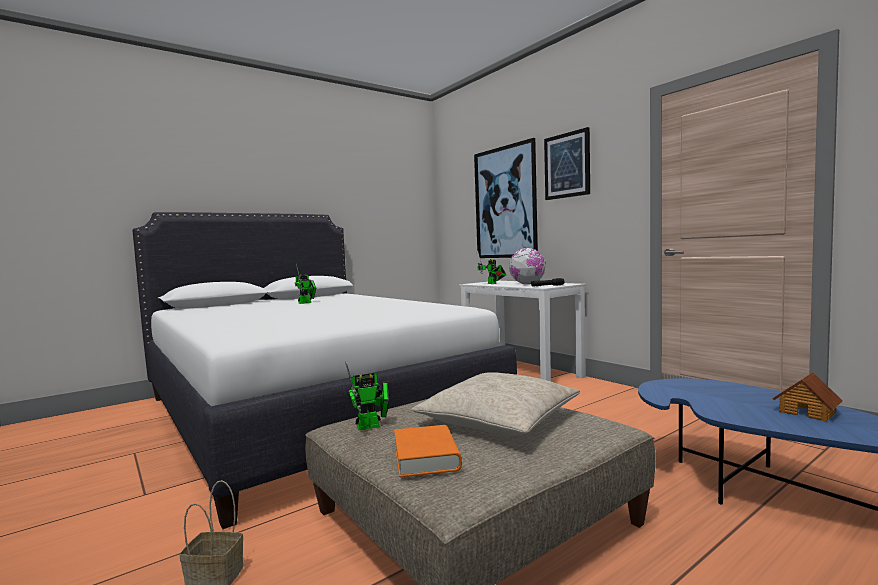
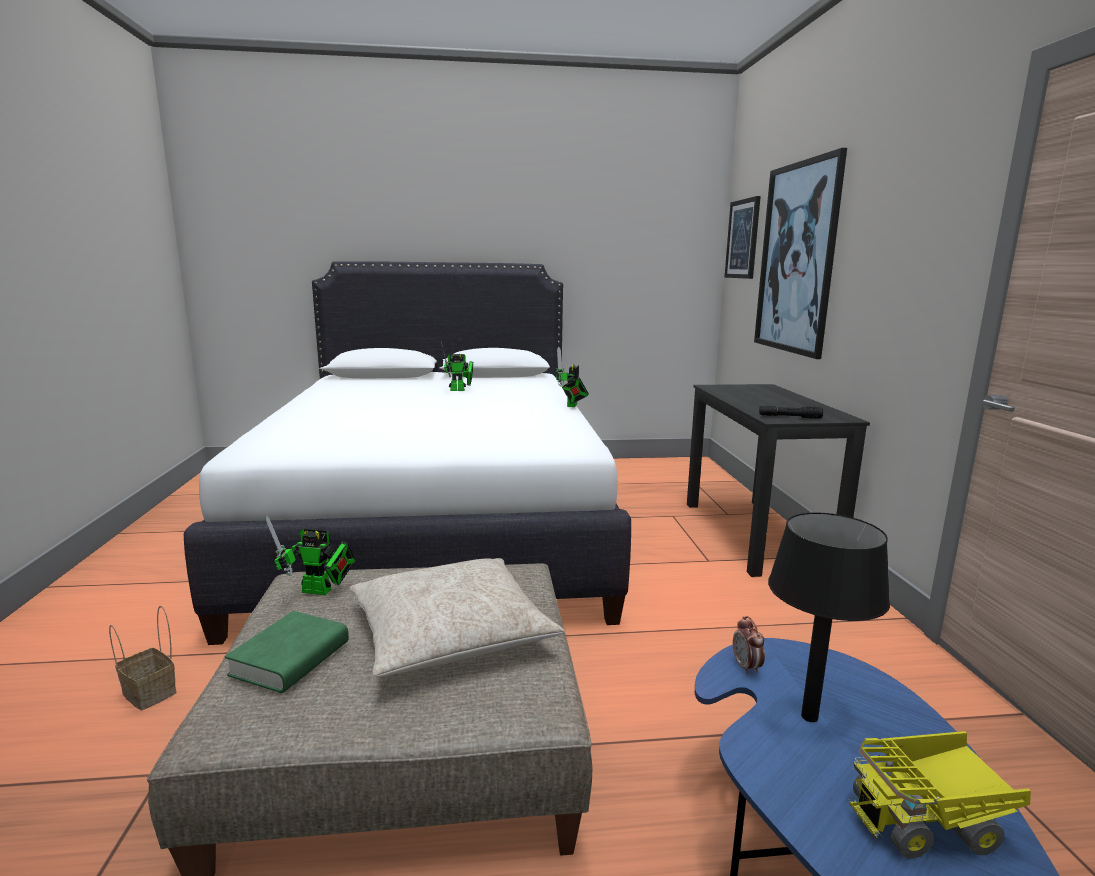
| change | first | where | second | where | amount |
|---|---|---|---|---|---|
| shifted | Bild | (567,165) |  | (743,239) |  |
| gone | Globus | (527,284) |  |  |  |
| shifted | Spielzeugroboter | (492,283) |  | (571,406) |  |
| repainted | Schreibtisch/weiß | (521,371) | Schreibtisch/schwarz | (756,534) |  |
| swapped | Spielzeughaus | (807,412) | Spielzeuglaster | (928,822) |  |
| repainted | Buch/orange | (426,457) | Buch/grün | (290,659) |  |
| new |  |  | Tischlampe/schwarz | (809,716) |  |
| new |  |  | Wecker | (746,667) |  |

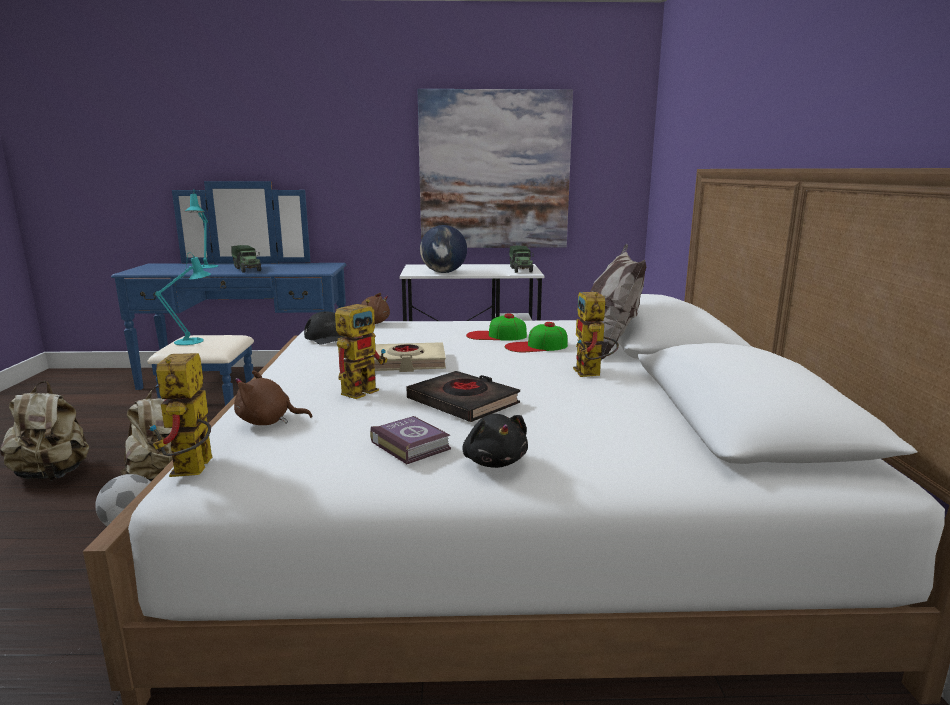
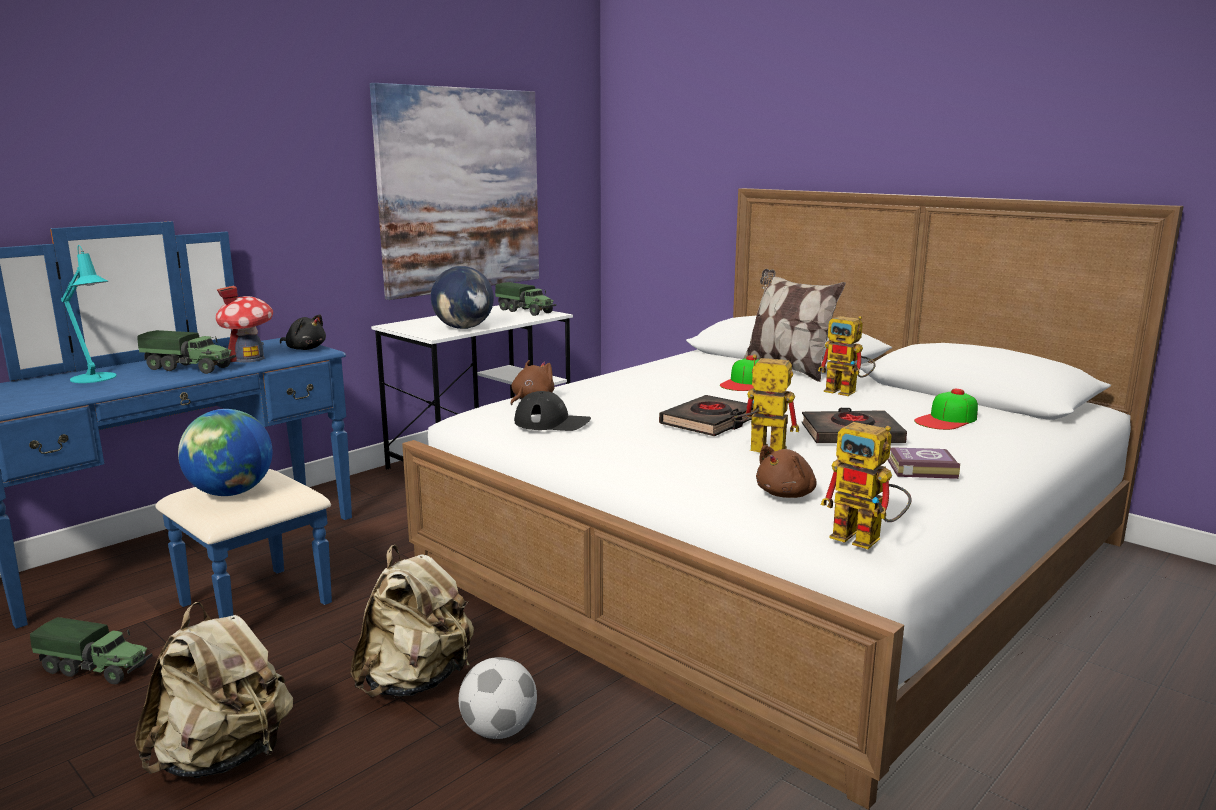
| change | first | where | second | where | amount |
|---|---|---|---|---|---|
| swapped | Tischlampe/türkis | (193,341) | Globus | (231,493) |  |
| rotated | Spielzeugroboter | (363,389) |  | (759,450) | 60 degrees counterclockwise |
| shifted | Kappe | (496,336) |  | (947,419) |  |
| repainted | Buch/beige | (406,363) | Buch/schwarz | (709,422) |  |
| shifted | Plüschtier/schwarz | (494,461) |  | (305,349) |  |
| new |  |  | Spielzeughaus | (249,359) |  |
| new |  |  | Spielzeuglaster | (96,669) |  |

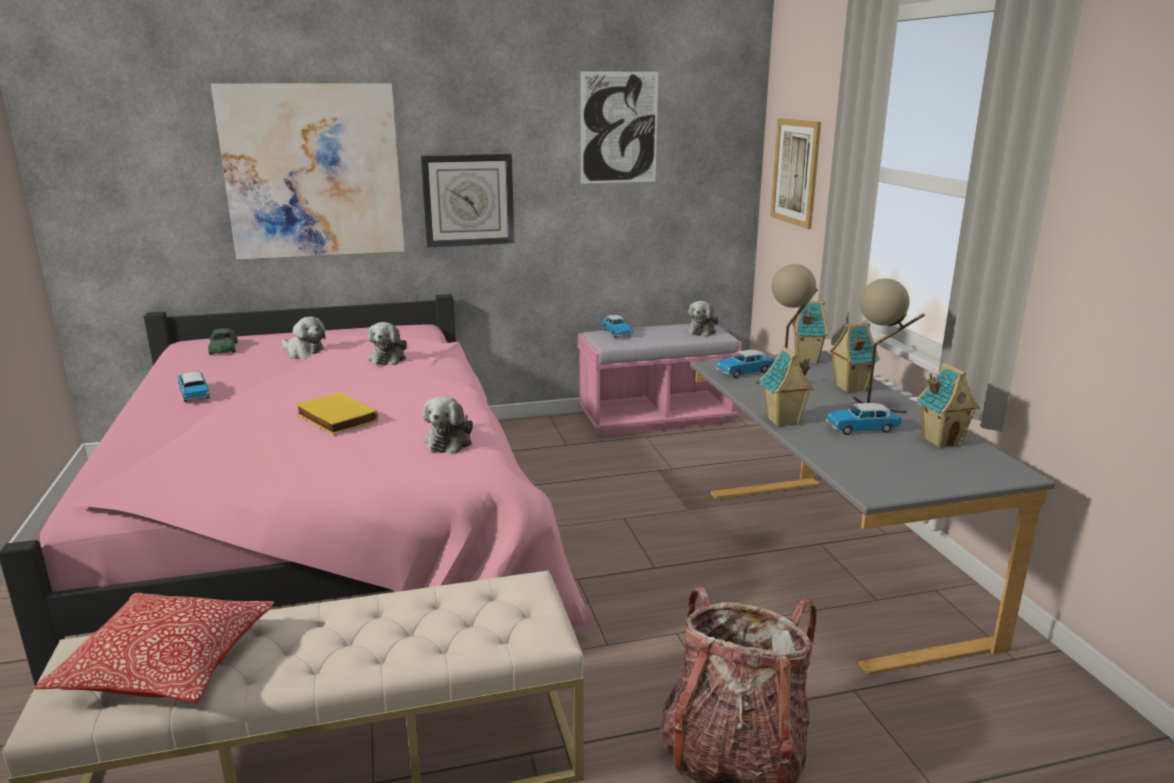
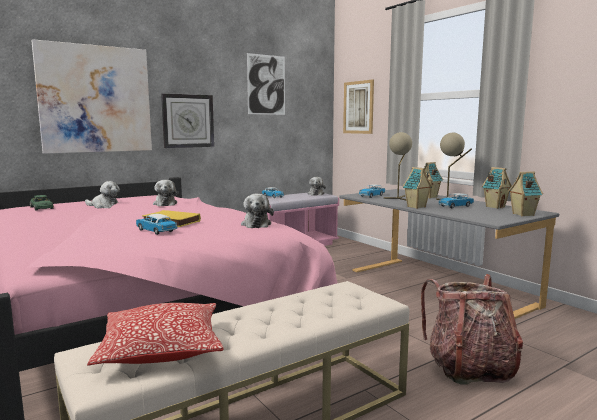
| change | first | where | second | where | amount |
|---|---|---|---|---|---|
| shifted | Spielzeughaus | (805,359) |  | (522,214) |  |
| shifted | Spielzeugauto | (194,394) |  | (156,231) |  |

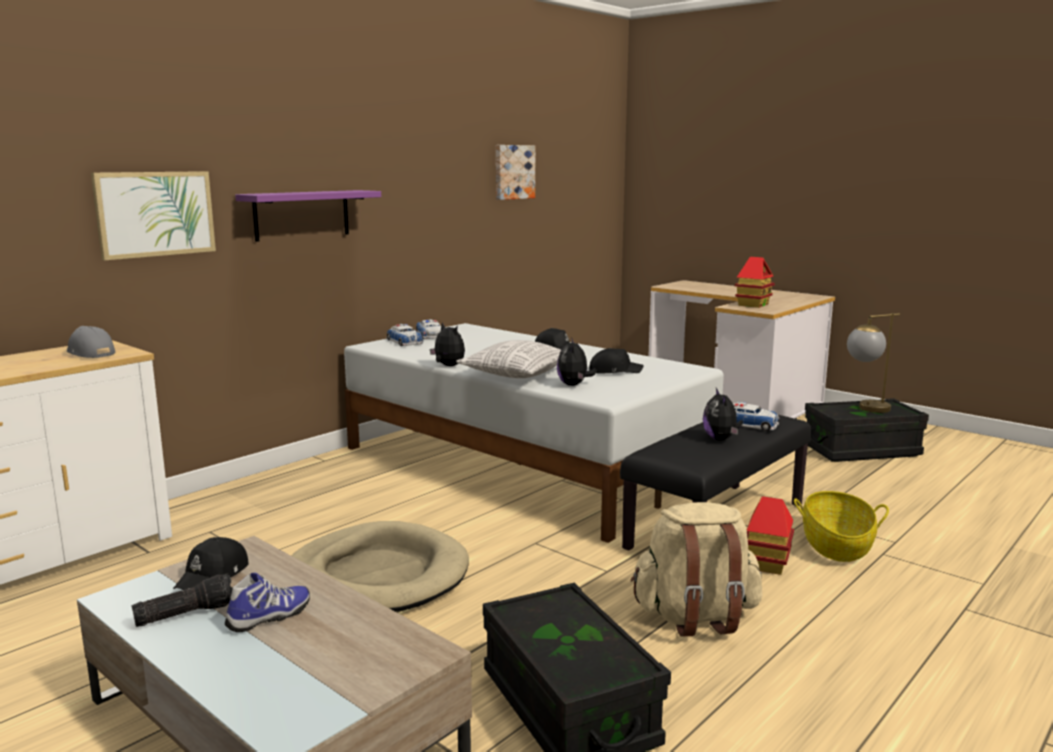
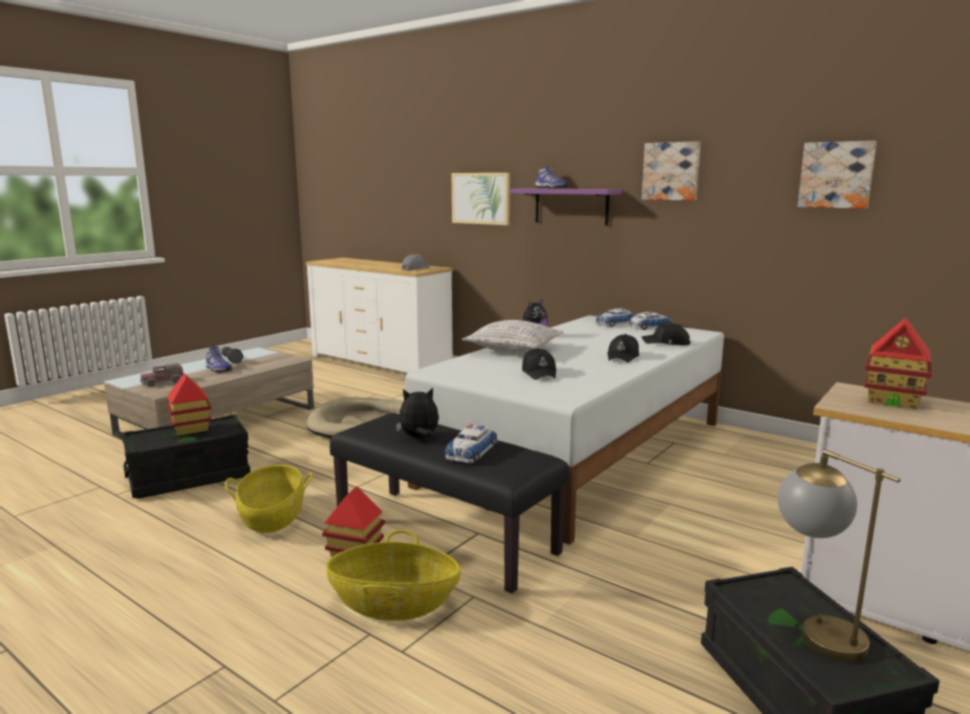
| change | first | where | second | where | amount |
|---|---|---|---|---|---|
| gone | Plüschtier | (574,385) |  |  |  |
| swapped | Rucksack/beige | (695,617) | Korb | (272,517) |  |
| shifted | Kappe/schwarz | (213,576) |  | (666,343) |  |
| new |  |  | Bild | (671,171) |  |
| new |  |  | Schuh | (550,188) |  |
| new |  |  | Spielzeuglaster | (163,382) |  |
| new |  |  | Spielzeughaus | (191,429) |  |

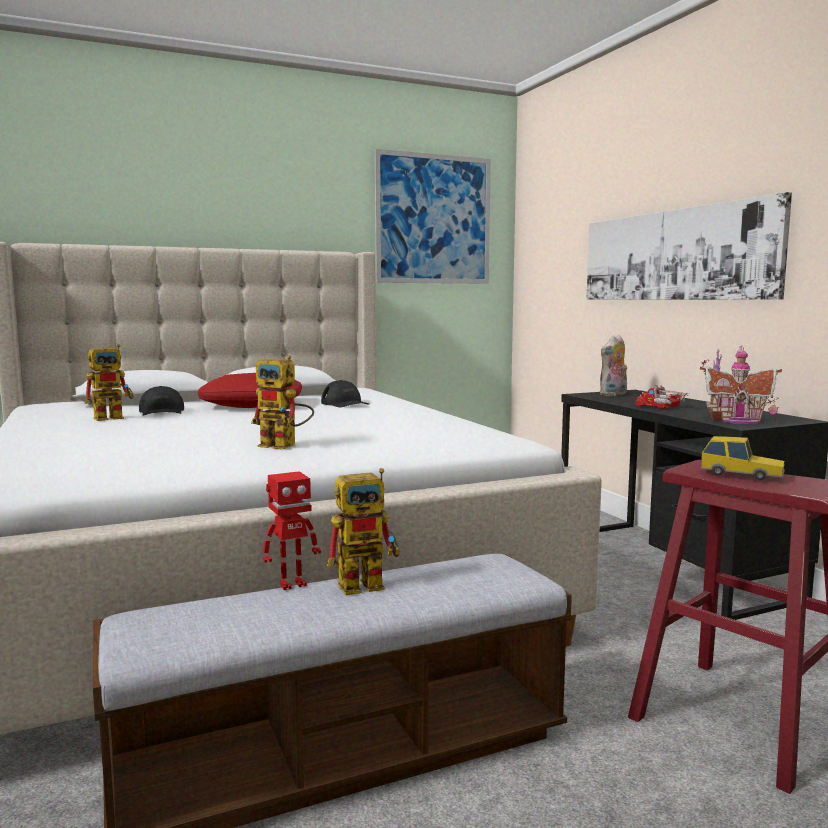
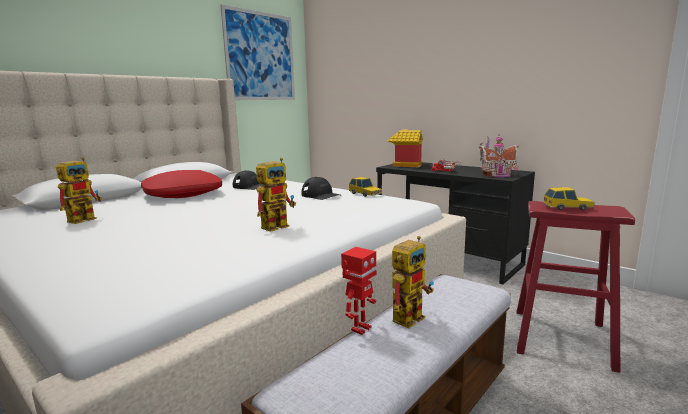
| change | first | where | second | where | amount |
|---|---|---|---|---|---|
| gone | Bild | (674,255) |  |  |  |
| swapped | Plüschtier | (613,394) | Spielzeughaus | (404,165) |  |
| rotated | Spielzeugroboter | (285,446) |  | (278,225) | 45 degrees counterclockwise |
| shifted | Kappe/schwarz | (162,411) |  | (321,195) |  |
| new |  |  | Spielzeugauto | (365,194) |  |

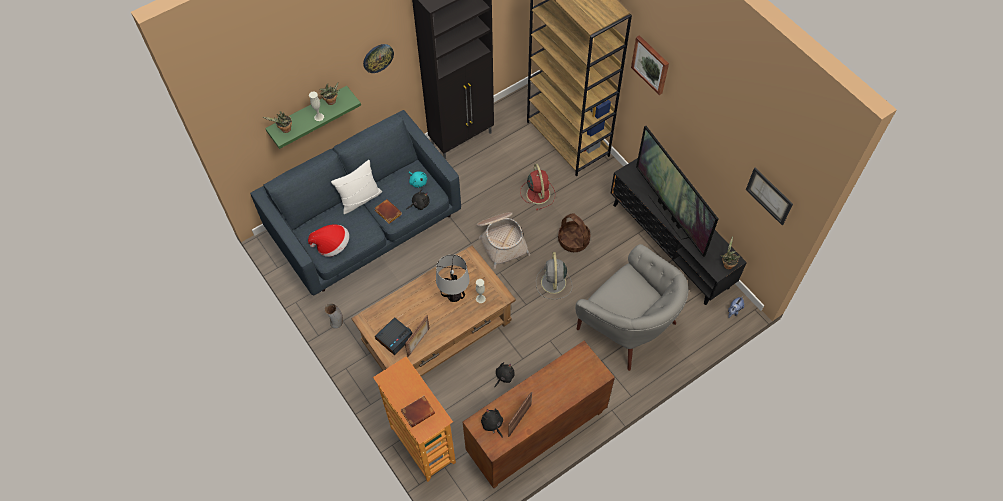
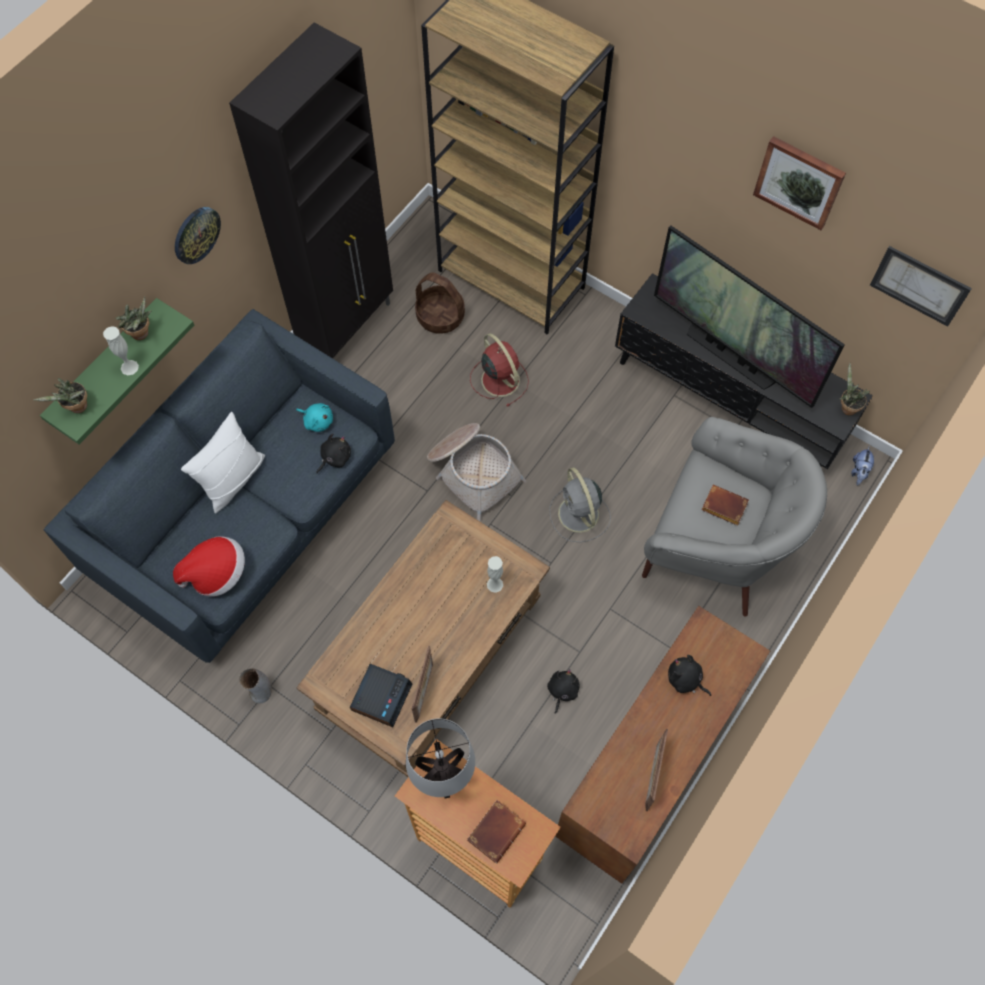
| change | first | where | second | where | amount |
|---|---|---|---|---|---|
| shifted | Bild | (651,64) |  | (799,181) |  |
| shifted | Buch/braun | (387,212) |  | (722,507) |  |
| shifted | Korb | (574,240) |  | (441,316) |  |
| shifted | Tischlampe | (454,295) |  | (442,776) |  |
| shifted | Plüschtier/schwarz | (492,424) |  | (685,680) |  |

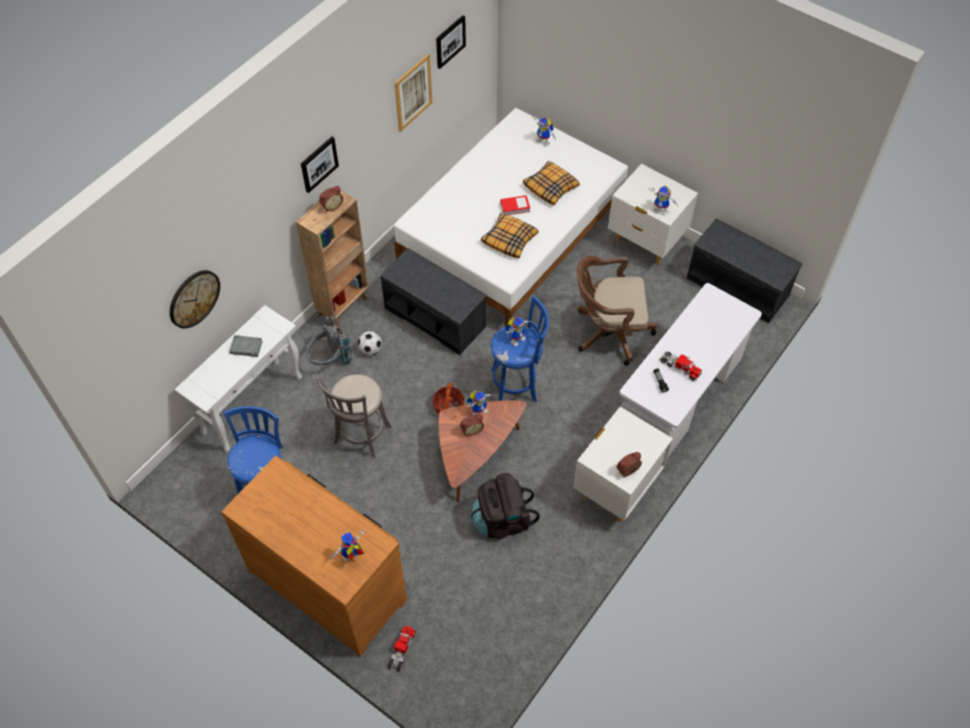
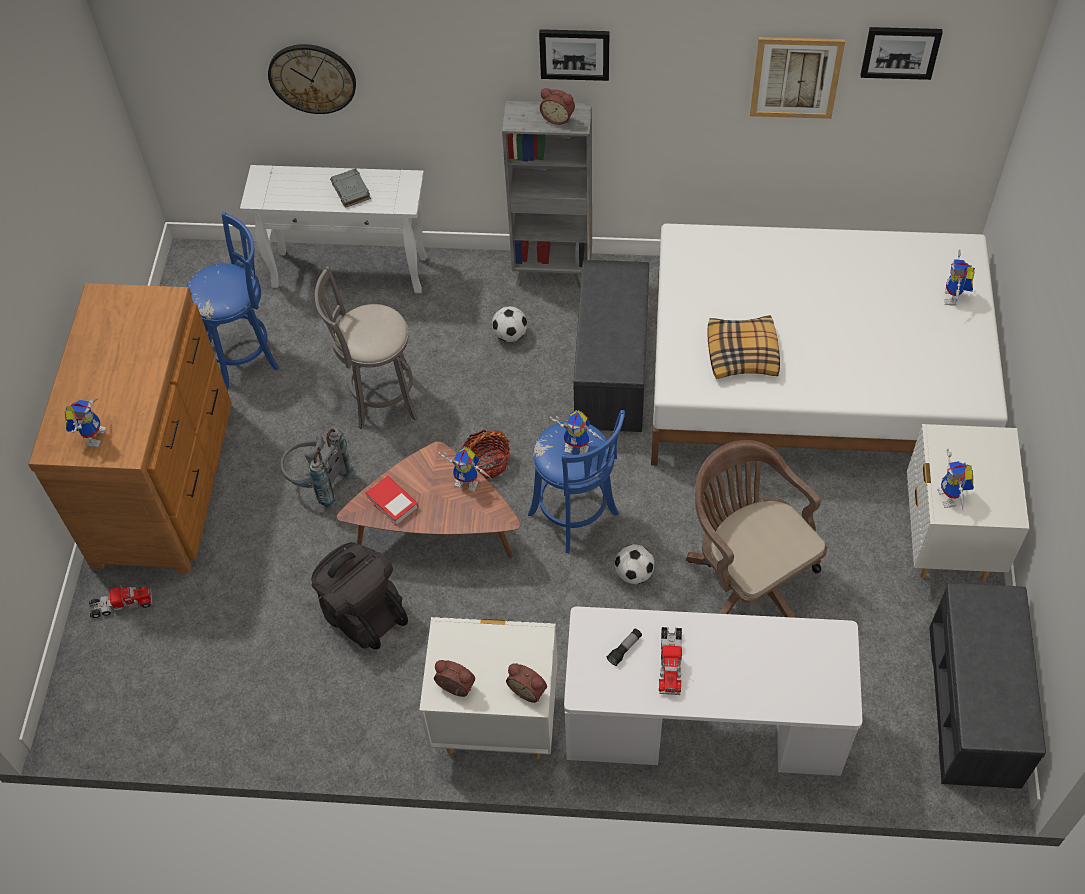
| change | first | where | second | where | amount |
|---|---|---|---|---|---|
| gone | Kissen | (551,187) |  |  |  |
| repainted | Bücherregal/braun | (344,306) | Bücherregal/grau | (553,272) |  |
| shifted | Buch | (515,207) |  | (392,502) |  |
| shifted | Rucksack/grau | (330,360) |  | (318,483) |  |
| shifted | Wecker | (471,429) |  | (528,689) |  |
| rotated | Spielzeugroboter | (351,558) |  | (93,434) | 75 degrees clockwise |
| new |  |  | Fußball | (634,573) |  |

